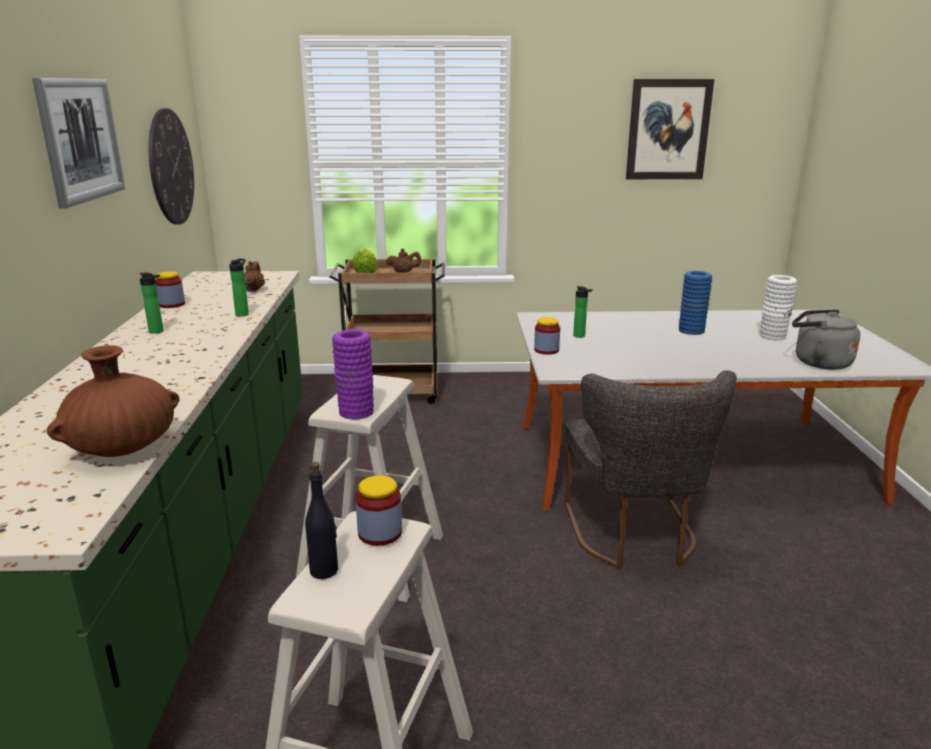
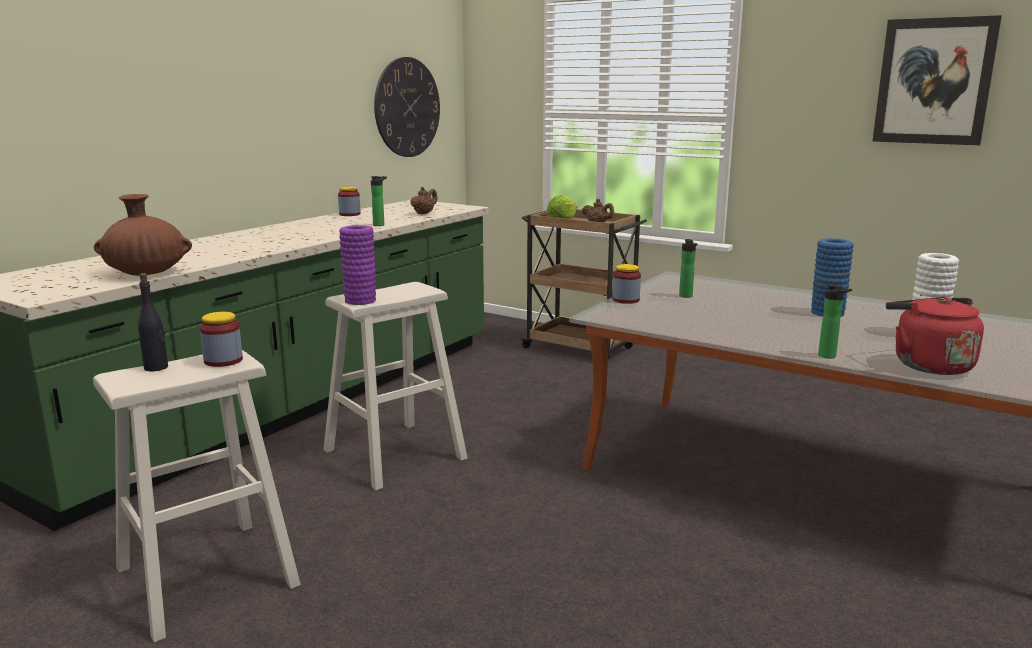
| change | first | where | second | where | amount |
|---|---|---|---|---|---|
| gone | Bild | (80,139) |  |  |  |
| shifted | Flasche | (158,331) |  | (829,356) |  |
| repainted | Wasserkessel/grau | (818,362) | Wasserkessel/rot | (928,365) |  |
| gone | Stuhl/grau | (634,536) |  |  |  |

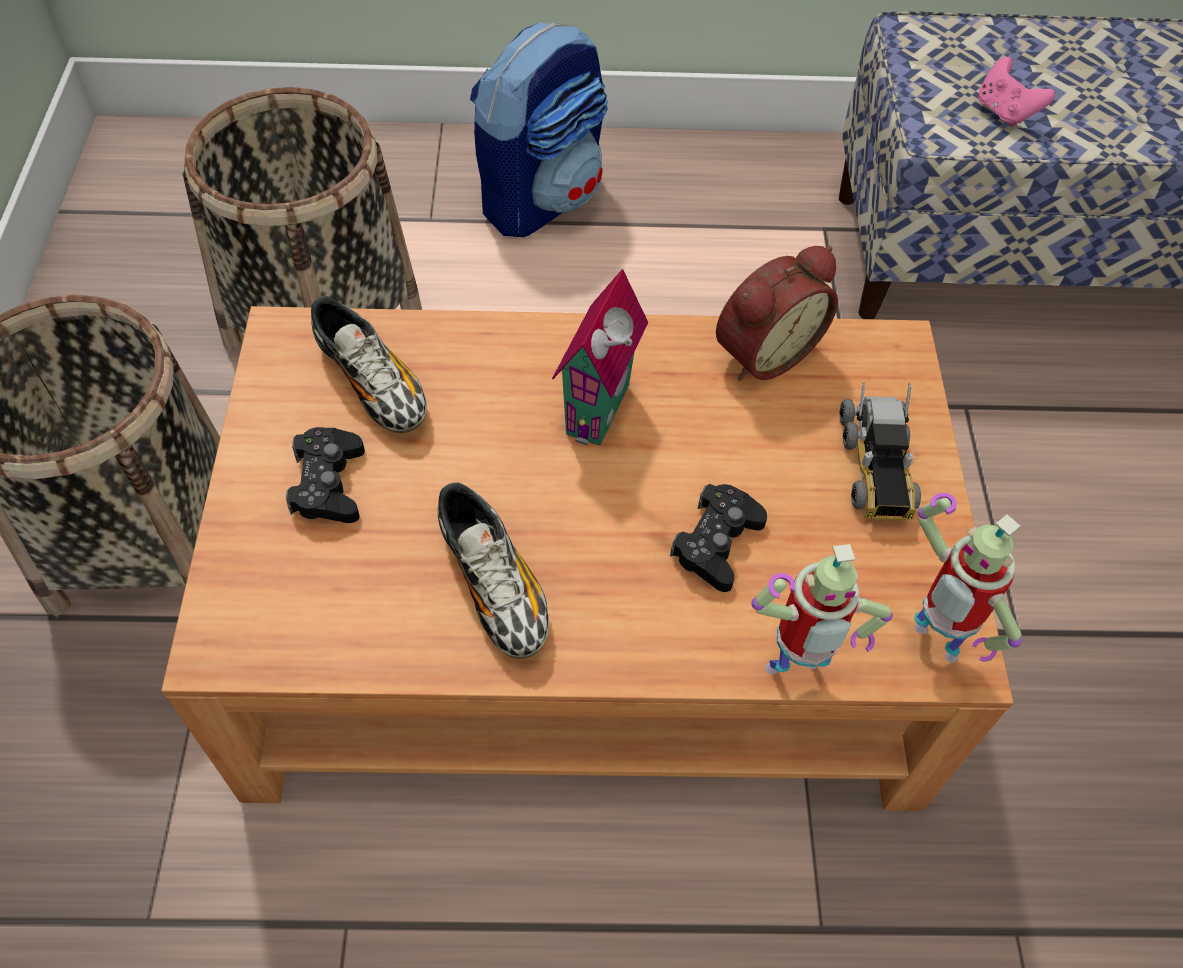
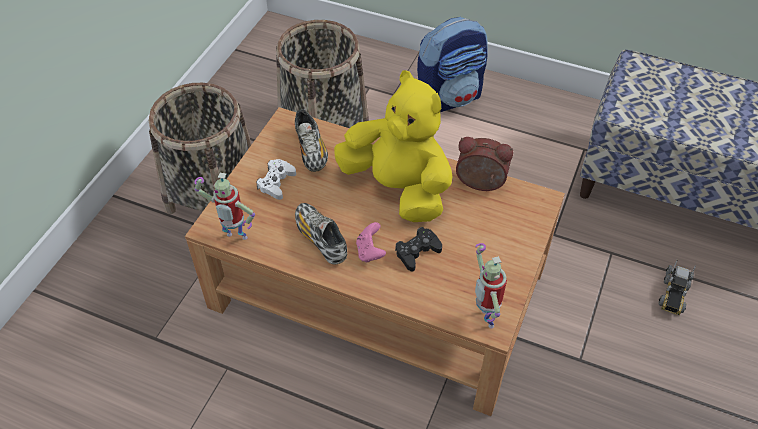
| change | first | where | second | where | amount |
|---|---|---|---|---|---|
| shifted | Gamepad/rosa | (1004,112) |  | (370,252) |  |
| rotated | Wecker | (762,351) |  | (480,184) | 150 degrees counterclockwise |
| swapped | Spielzeughaus | (603,412) | Plüschtier/gelb | (398,188) |  |
| shifted | Spielzeuglaster | (876,467) |  | (673,293) |  |
| repainted | Gamepad/schwarz | (328,484) | Gamepad/weiß | (276,183) |  |
| rotated | Schuh | (494,585) |  | (320,239) | 150 degrees clockwise |
| shifted | Spielzeugroboter | (792,673) |  | (235,238) |  |

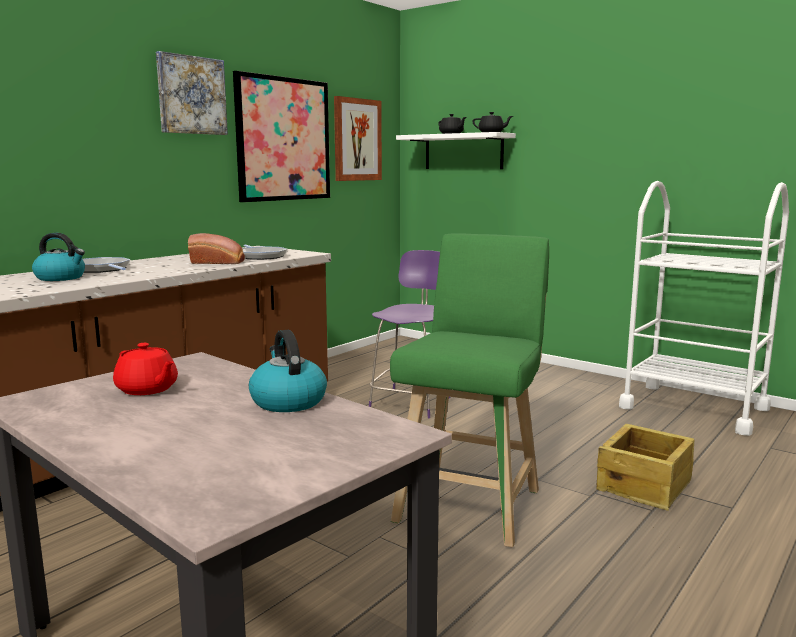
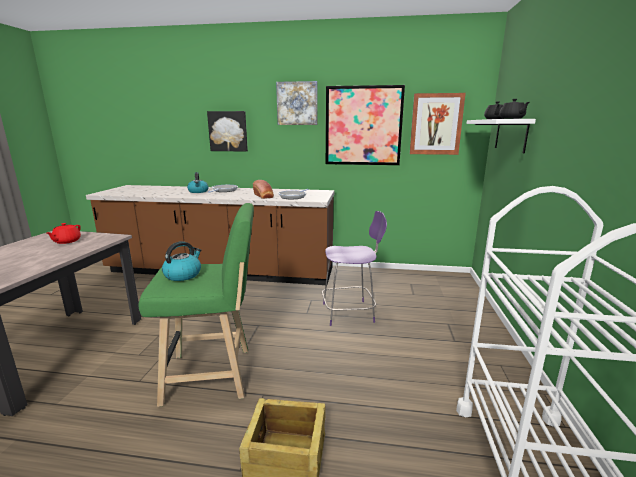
| change | first | where | second | where | amount |
|---|---|---|---|---|---|
| shifted | Wasserkessel | (287,401) |  | (183,274) |  |
| new |  |  | Bild | (228,131) |  |

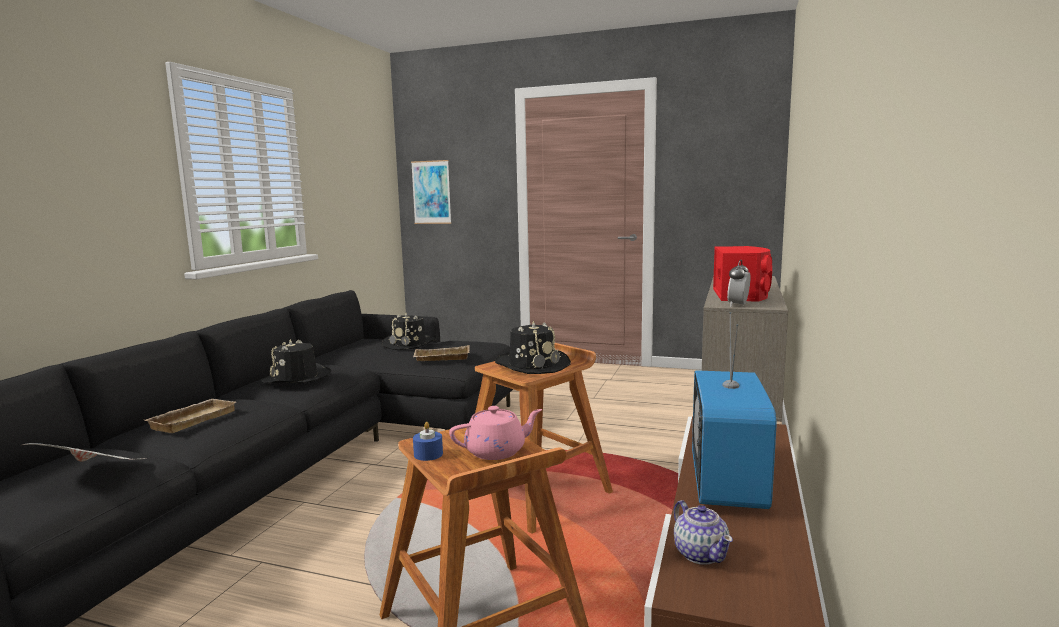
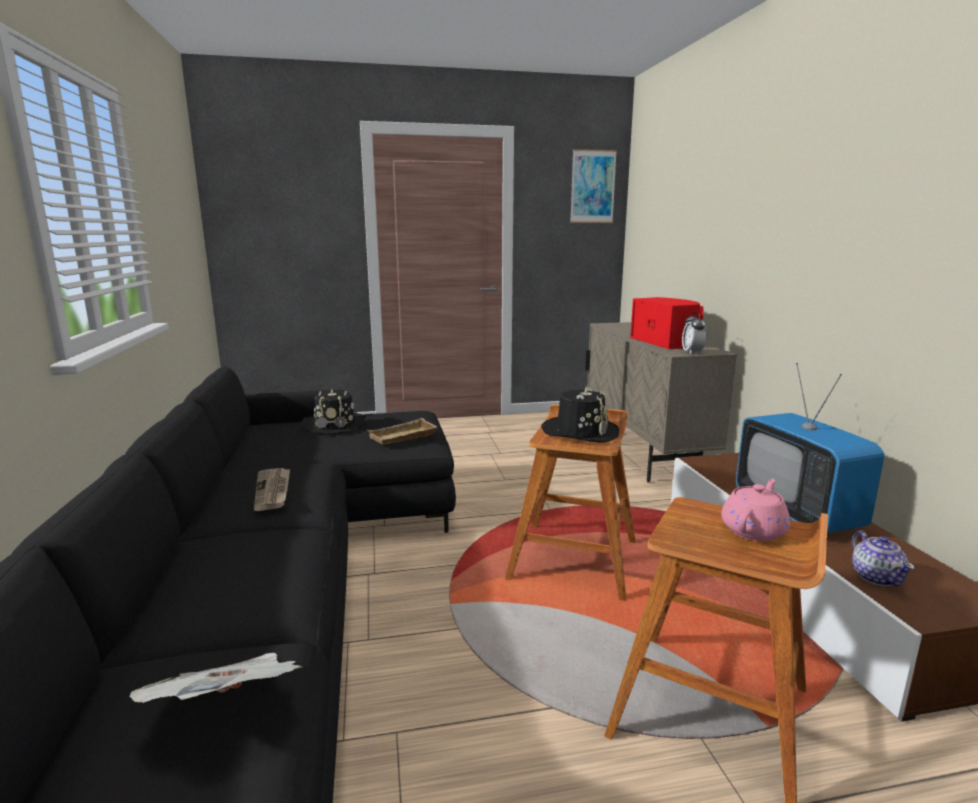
| change | first | where | second | where | amount |
|---|---|---|---|---|---|
| shifted | Bild | (431,192) |  | (592,187) |  |
| swapped | Hut/schwarz | (297,378) | Zeitung | (273,490) |  |
| gone | Tablett/beige | (192,419) |  |  |  |
| gone | Kerze/blau | (428,454) |  |  |  |
| rotated | Teekanne | (700,553) |  | (876,577) | 45 degrees clockwise |

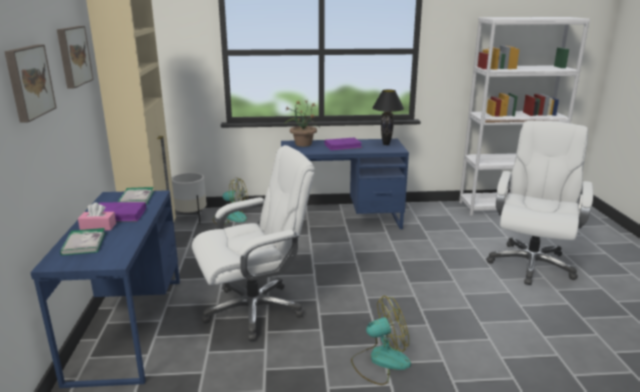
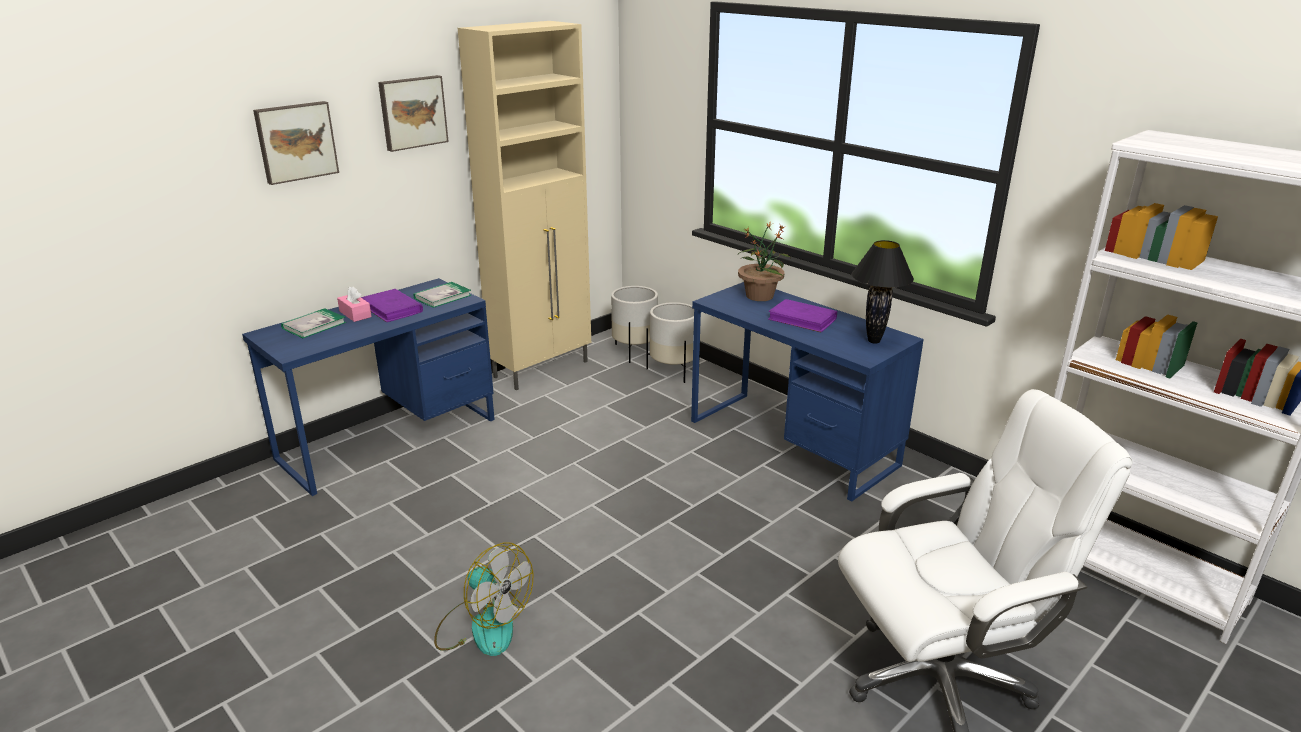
| change | first | where | second | where | amount |
|---|---|---|---|---|---|
| gone | Bürostuhl/weiß | (254,309) |  |  |  |
| swapped | Ventilator | (231,217) | Pflanzkübel/weiß | (673,371) |  |

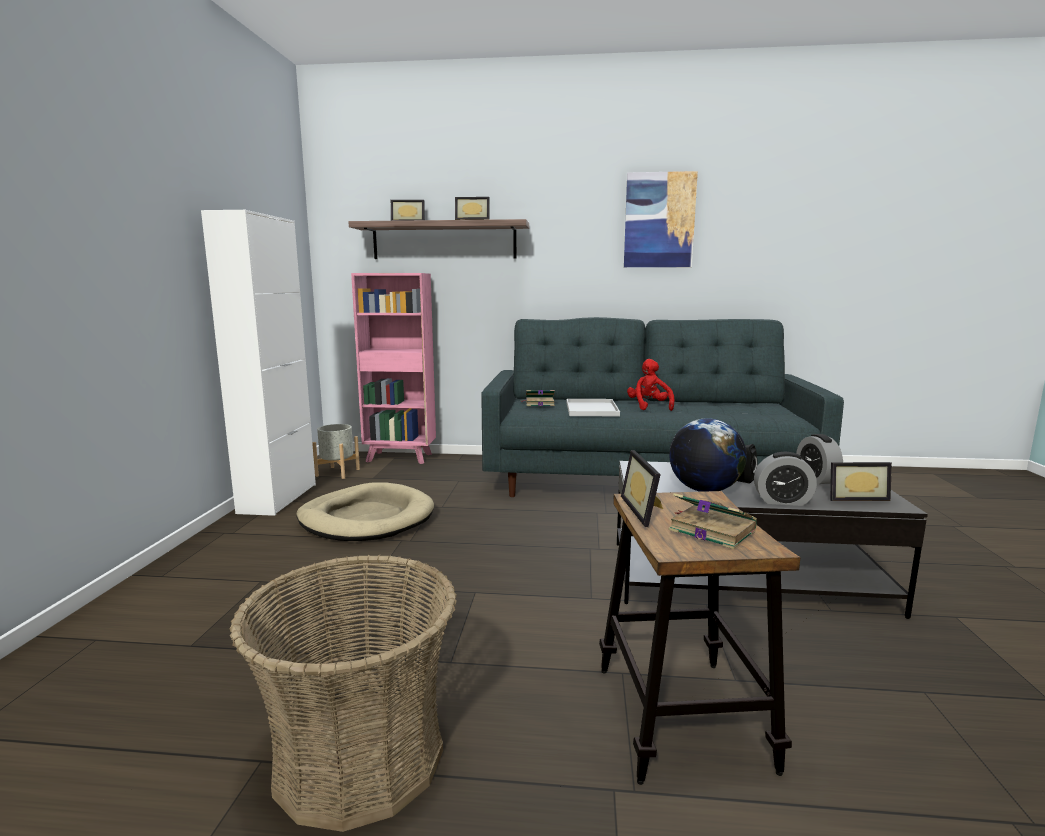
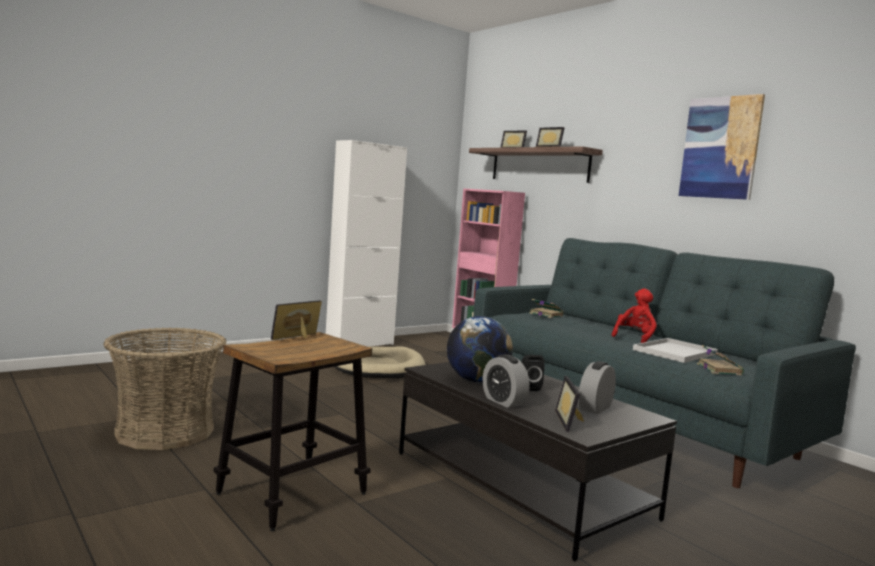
| change | first | where | second | where | amount |
|---|---|---|---|---|---|
| shifted | Tablett/weiß | (592,409) |  | (675,352) |  |
| gone | Pflanzkübel/grau | (338,472) |  |  |  |
| rotated | Bilderrahmen | (854,497) |  | (571,421) | 45 degrees clockwise |
| shifted | Buch | (710,530) |  | (718,369) |  |

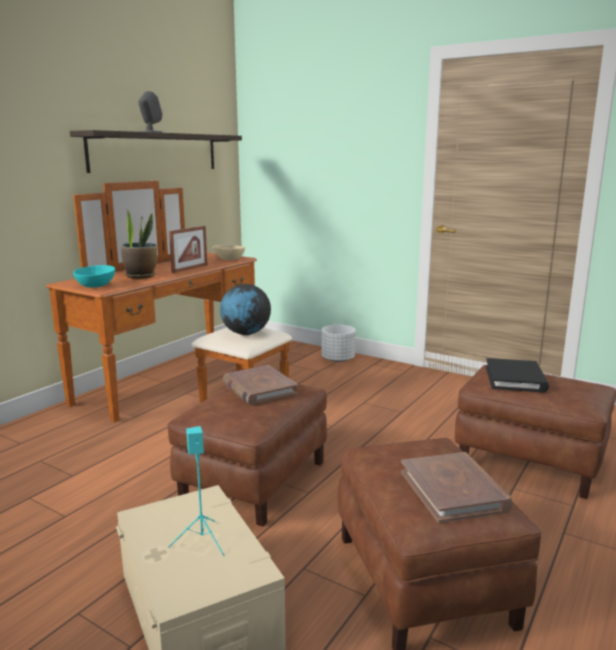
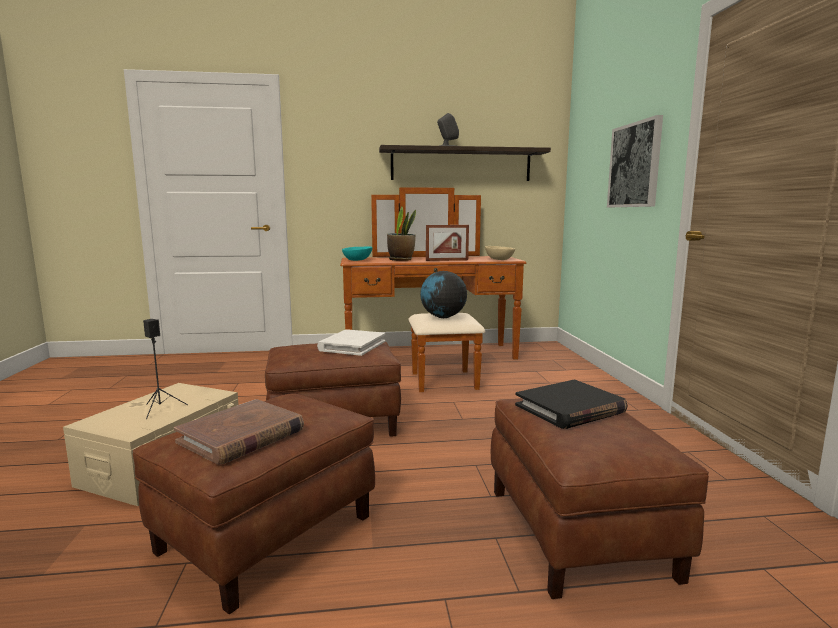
| change | first | where | second | where | amount |
|---|---|---|---|---|---|
| gone | Pflanzkübel/weiß | (338,359) |  |  |  |
| repainted | Buch/braun | (259,388) | Buch/weiß | (352,346) |  |
| repainted | Lautsprecher/türkis | (202,540) | Lautsprecher/schwarz | (161,409) |  |
| new |  |  | Bild | (635,165) |  |

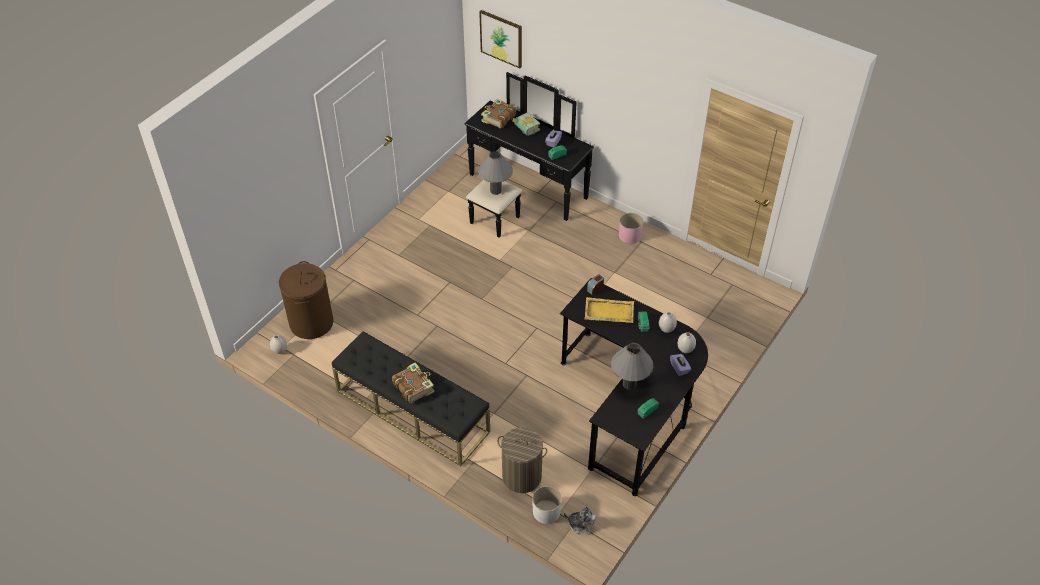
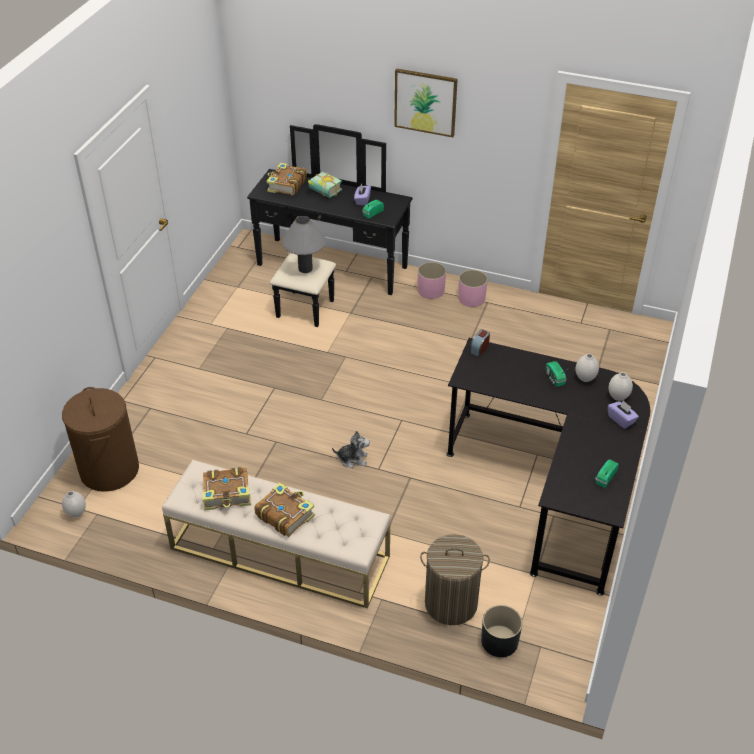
| change | first | where | second | where | amount |
|---|---|---|---|---|---|
| shifted | Bild | (501,38) |  | (425,102) |  |
| gone | Tablett/gelb | (608,311) |  |  |  |
| repainted | Bank/schwarz | (412,411) | Bank/beige | (279,552) |  |
| gone | Tischlampe/grau | (629,384) |  |  |  |
| repainted | Pflanzkübel/weiß | (546,512) | Pflanzkübel/schwarz | (499,641) |  |
| shifted | Plüschtier | (580,524) |  | (352,459) |  |
| new |  |  | Pflanzkübel/rosa | (431,290) |  |
| new |  |  | Buch | (227,494) |  |

